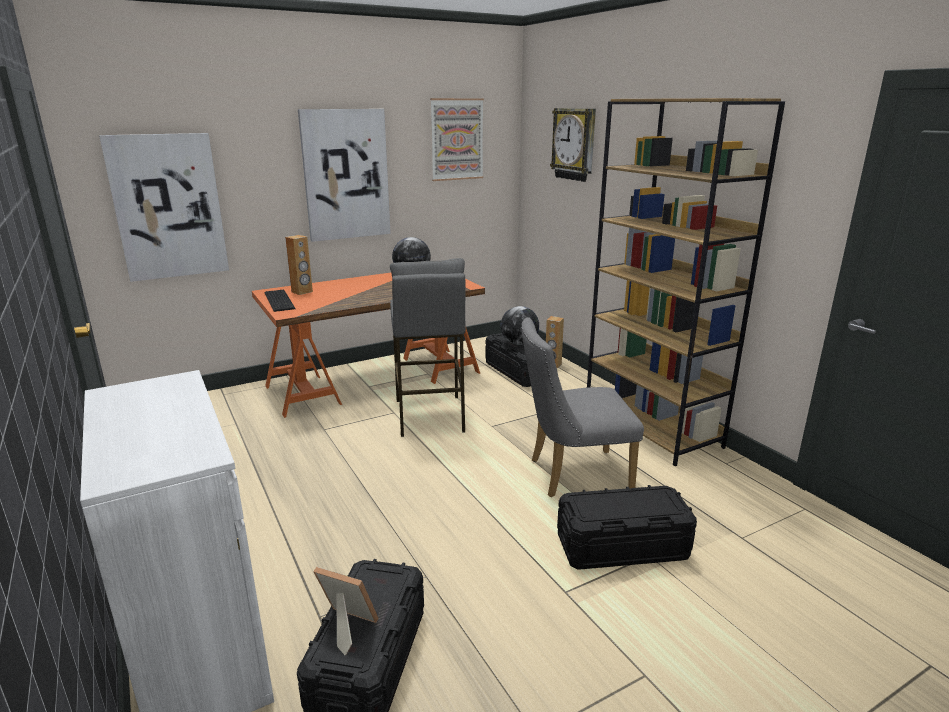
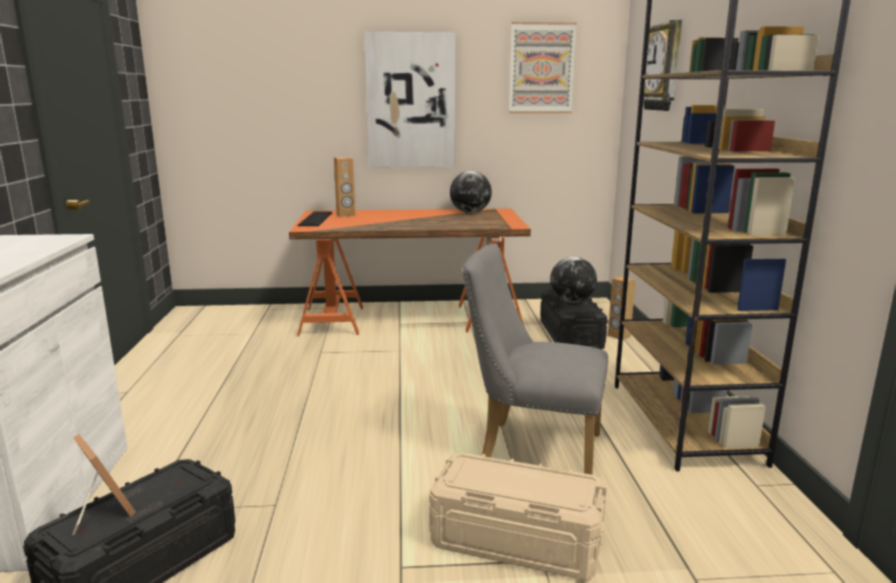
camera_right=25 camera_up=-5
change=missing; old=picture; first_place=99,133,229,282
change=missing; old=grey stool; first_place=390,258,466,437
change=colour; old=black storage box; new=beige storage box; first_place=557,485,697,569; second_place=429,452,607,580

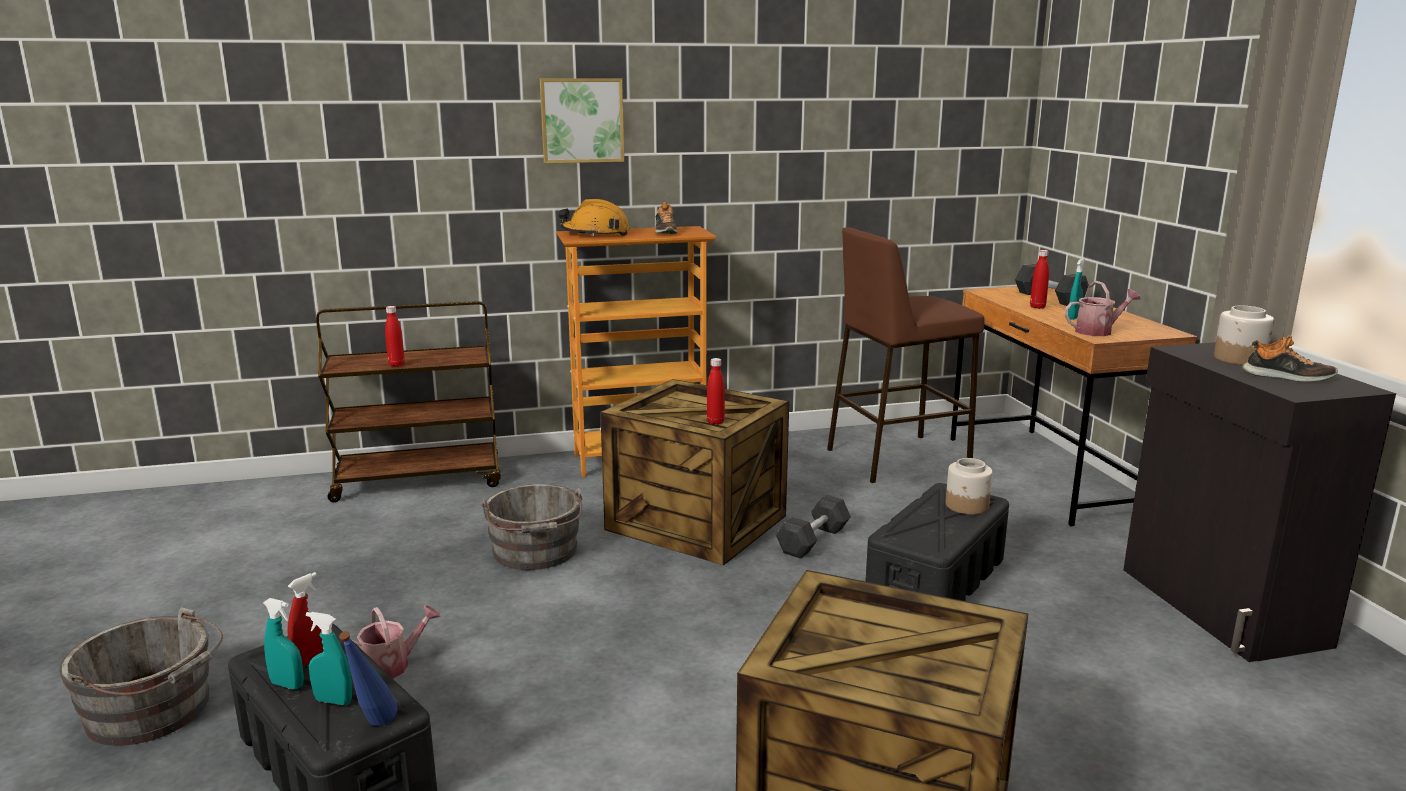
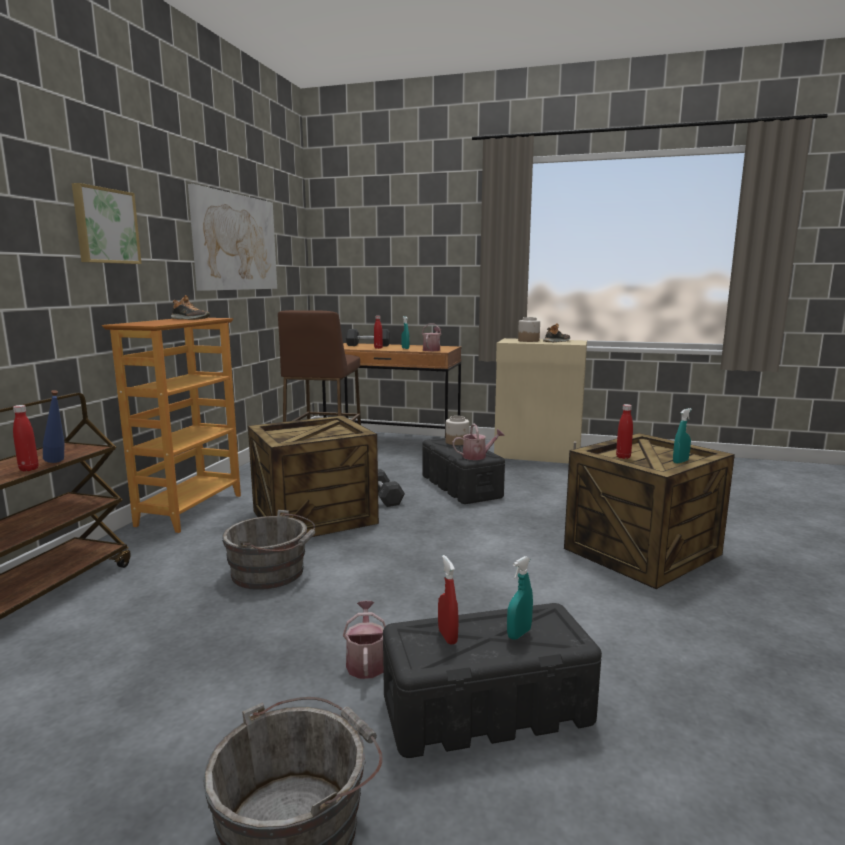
camera_right=-60 camera_up=-5
change=missing; old=orange hard hat; first_place=558,199,630,236
change=colour; old=black cabinet; new=beige cabinet; first_place=1123,342,1396,662; second_place=494,338,587,464
change=relocated; old=red bottle; first_place=707,358,725,425; second_place=616,404,633,459
change=relocated; old=turquoise spray bottle; first_place=263,598,304,689; second_place=673,408,692,464
change=relocated; old=blue bottle; first_place=339,631,398,726; second_place=43,390,65,463
change=appeared; new=picture; second_place=188,184,277,291
change=appeared; new=watering can; second_place=452,423,505,460

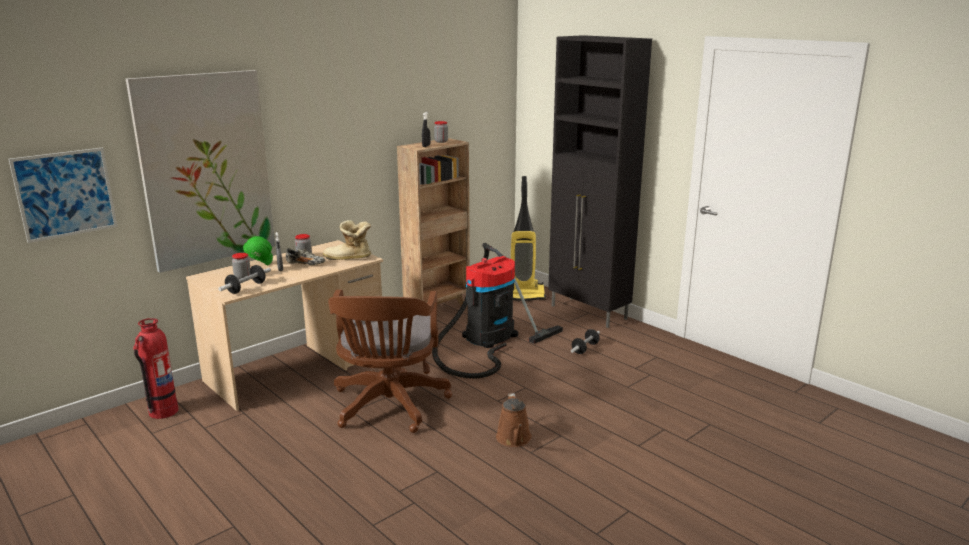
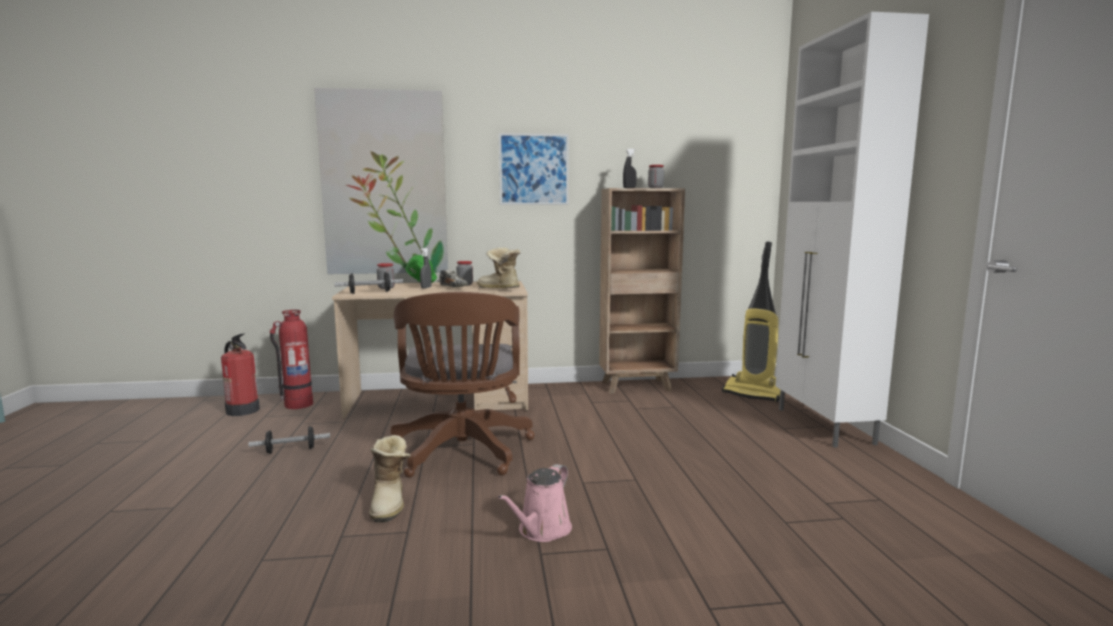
camera_right=35 camera_up=-10
change=colour; old=black cabinet; new=white cabinet; first_place=548,35,652,328; second_place=775,12,929,448
change=relocated; old=picture; first_place=9,147,117,243; second_place=499,133,569,205
change=missing; old=vacuum cleaner; first_place=432,243,563,379
change=spun; old=brown office chair; first_place=328,289,452,433; second_place=391,292,535,478; degrees=-45
change=relocated; old=dumbbell; first_place=571,329,600,354; second_place=249,426,330,454
change=colour; old=brown watering can; new=pink watering can; first_place=496,393,532,447; second_place=498,464,572,542
change=appeared; new=fire extinguisher; second_place=221,333,260,416
change=appeared; new=boot; second_place=369,435,411,523

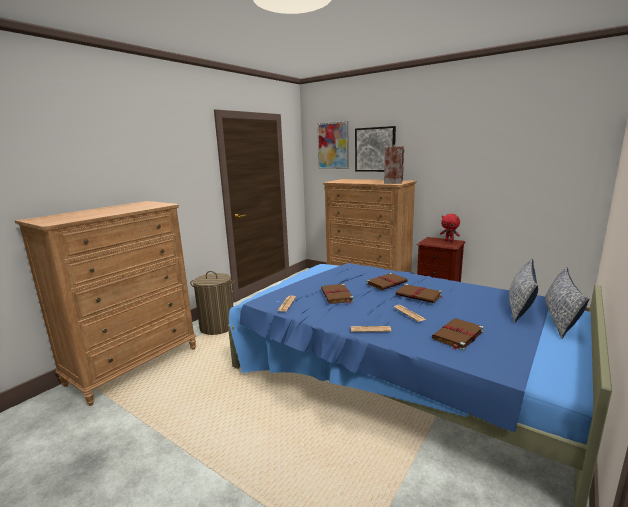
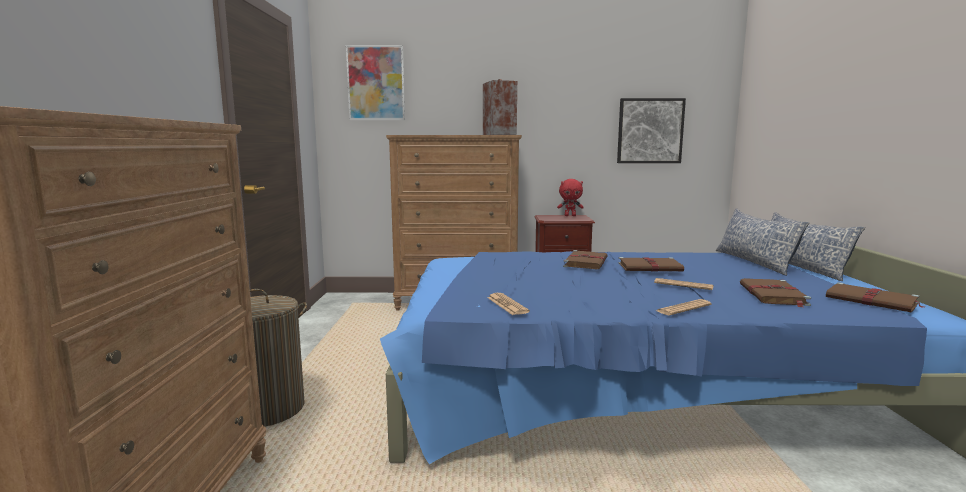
camera_right=-35 camera_up=-5
change=relocated; old=picture; first_place=355,126,396,172; second_place=617,98,686,163
change=relocated; old=brown book; first_place=321,284,354,304; second_place=826,282,924,312

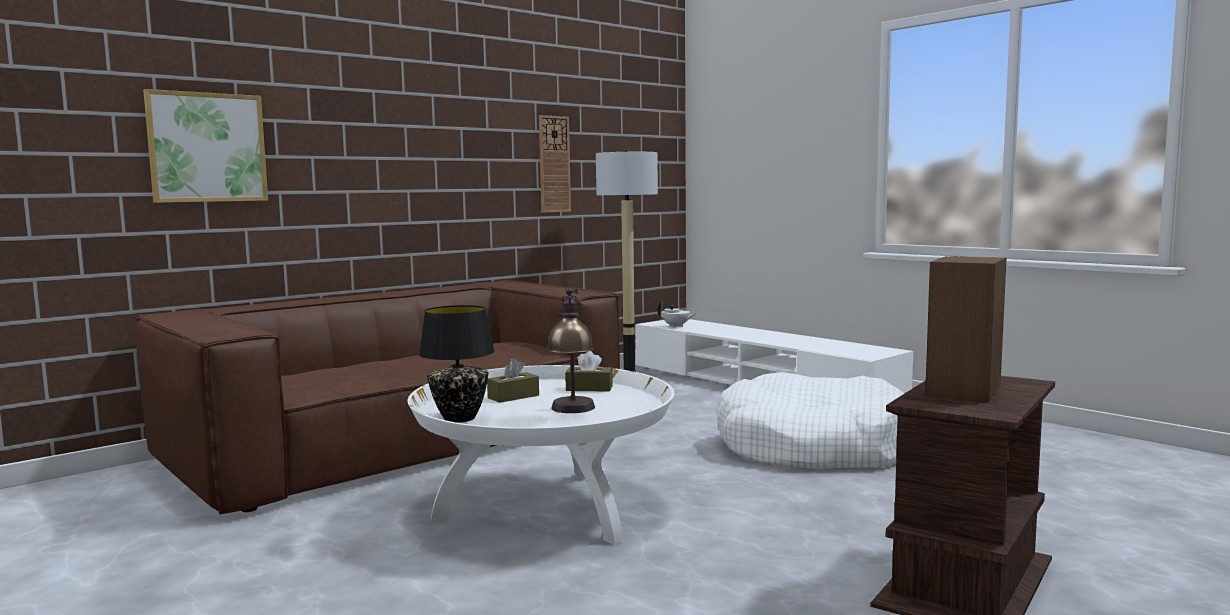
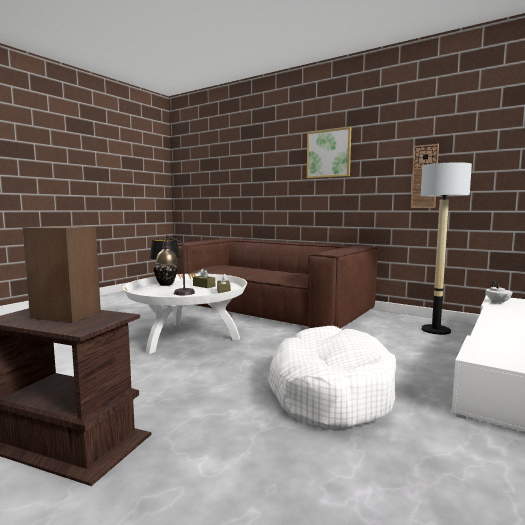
camera_right=75 camera_up=0
change=relocated; old=picture; first_place=143,89,268,203; second_place=307,127,351,178

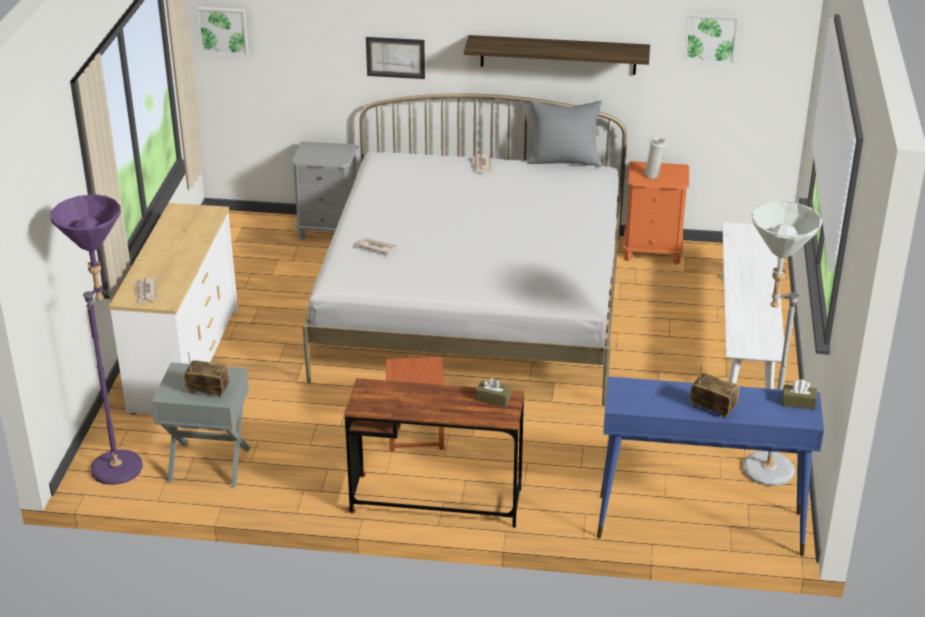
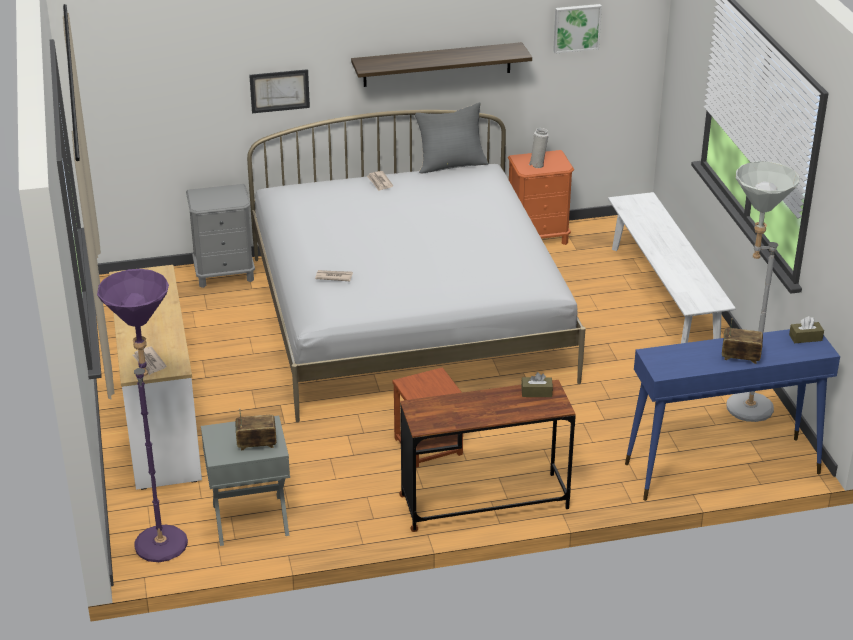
camera_right=-20 camera_up=0
change=missing; old=picture; first_place=197,7,248,55

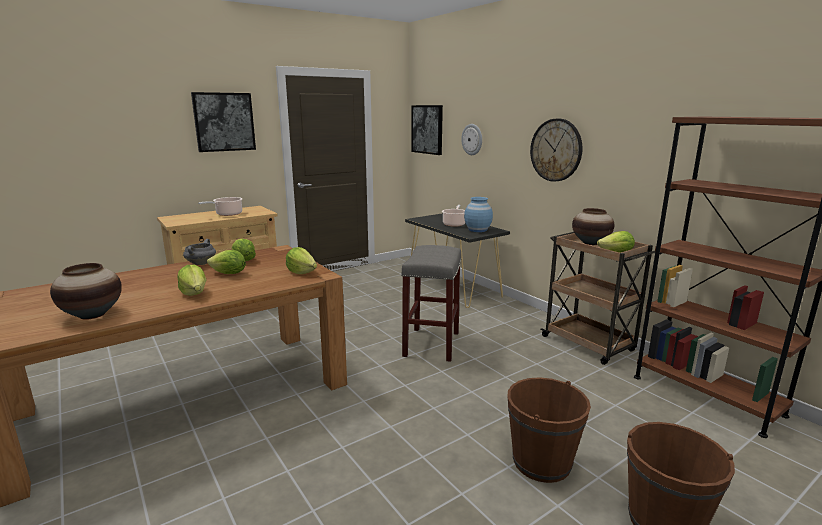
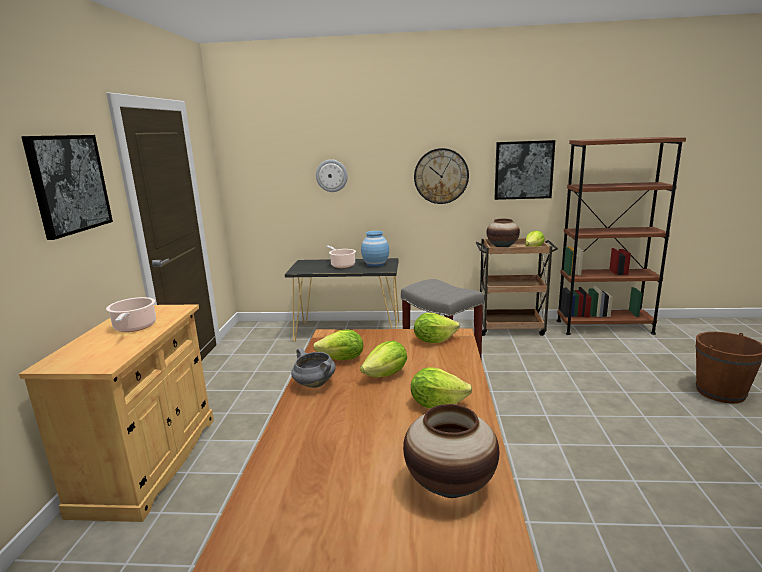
camera_right=-50 camera_up=0
change=relocated; old=picture; first_place=411,105,443,155; second_place=495,140,555,200
change=missing; old=brown bucket; first_place=508,377,591,483

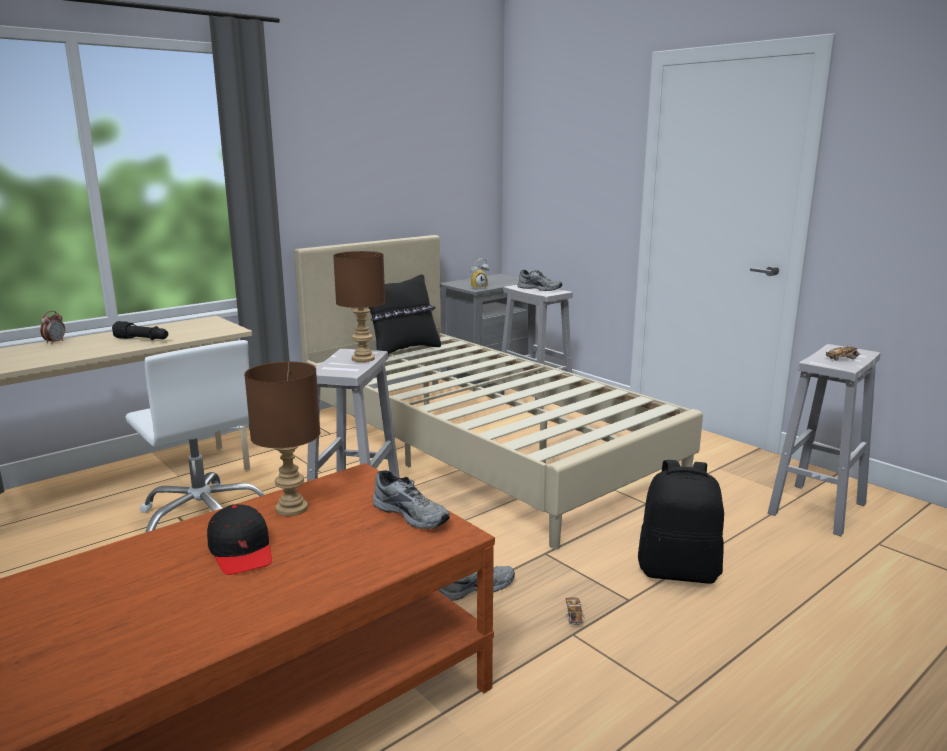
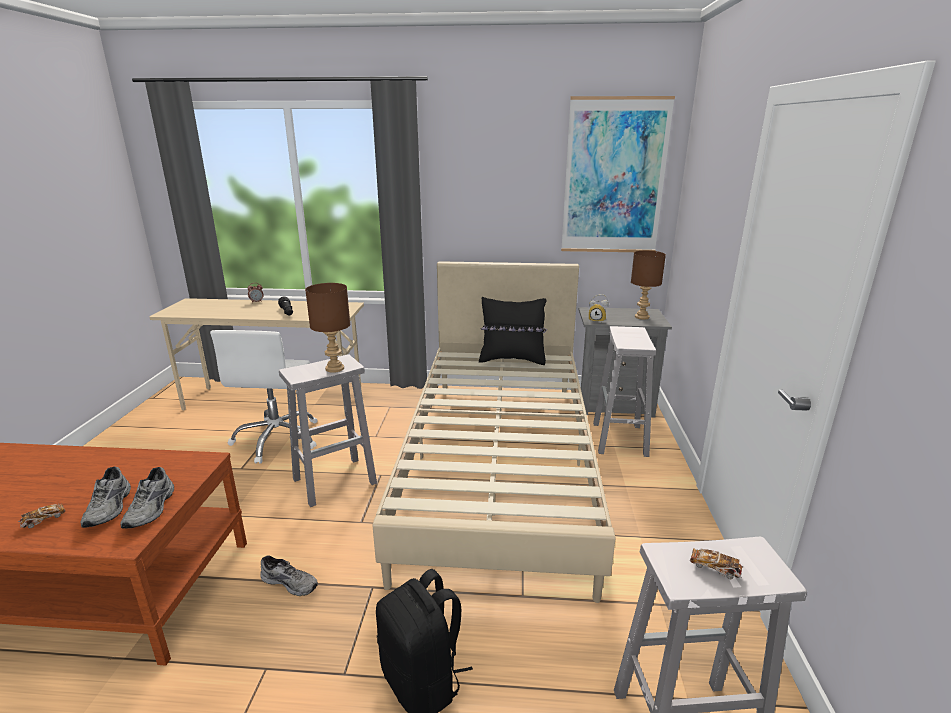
camera_right=45 camera_up=5
change=relocated; old=grey shoe; first_place=518,270,562,291; second_place=80,467,131,528
change=relocated; old=brown table lamp; first_place=244,361,320,516; second_place=631,251,666,319
change=missing; old=black cap; first_place=207,504,272,575
change=relocated; old=toy car; first_place=566,597,584,625; second_place=18,504,65,528
change=appeared; new=picture; second_place=561,96,675,252

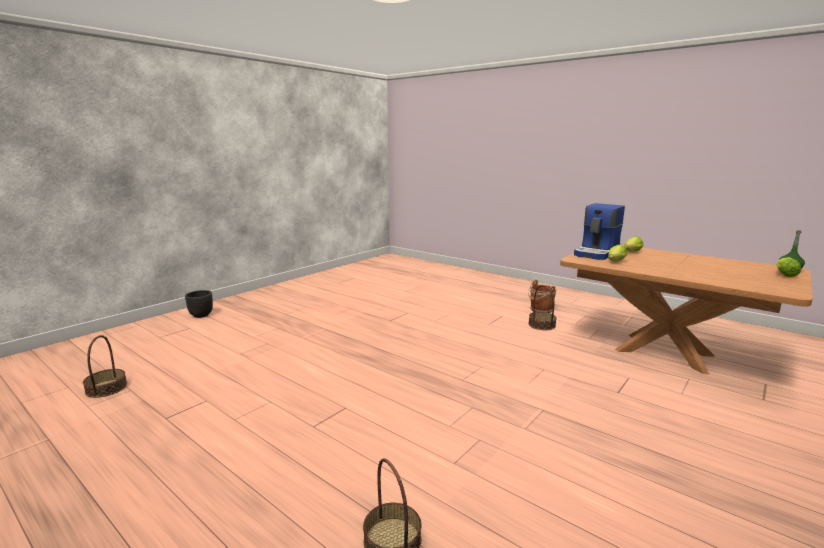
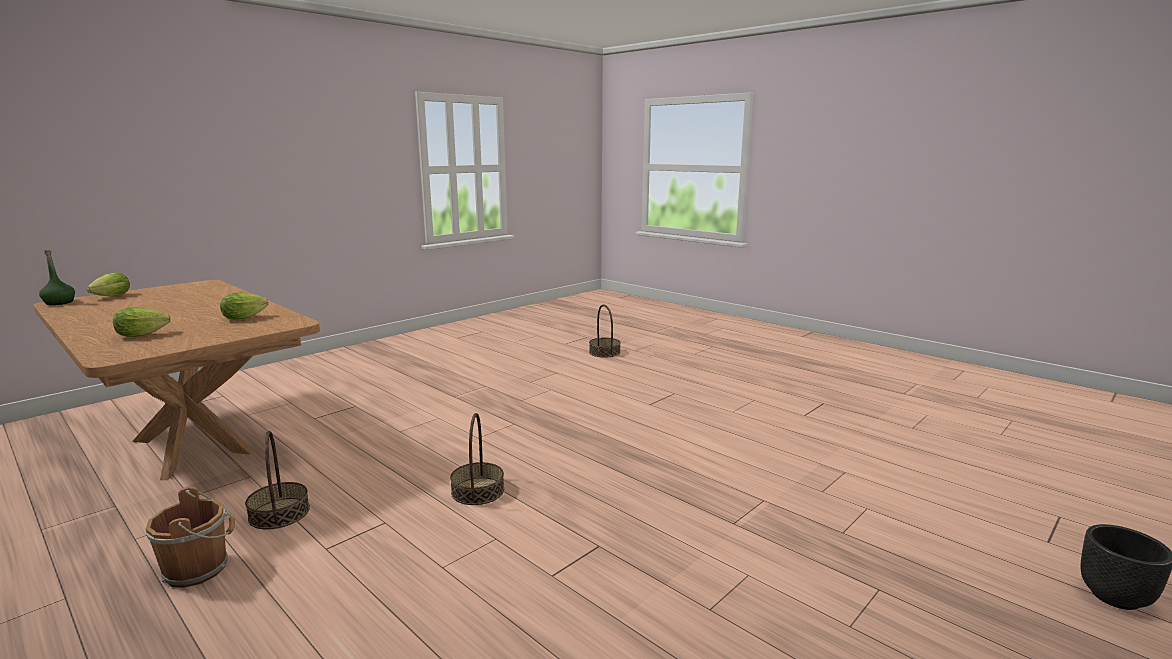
camera_right=-175 camera_up=0
change=missing; old=coffee machine; first_place=574,203,625,260
change=relocated; old=basket; first_place=83,335,127,398; second_place=450,413,504,505

